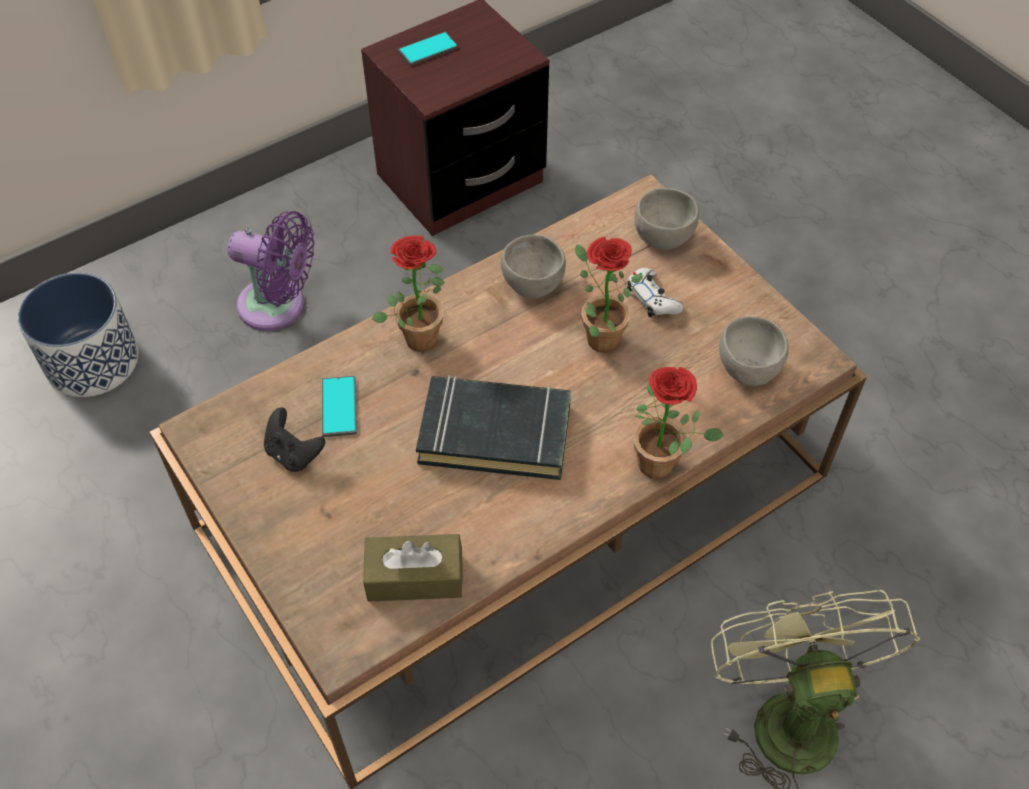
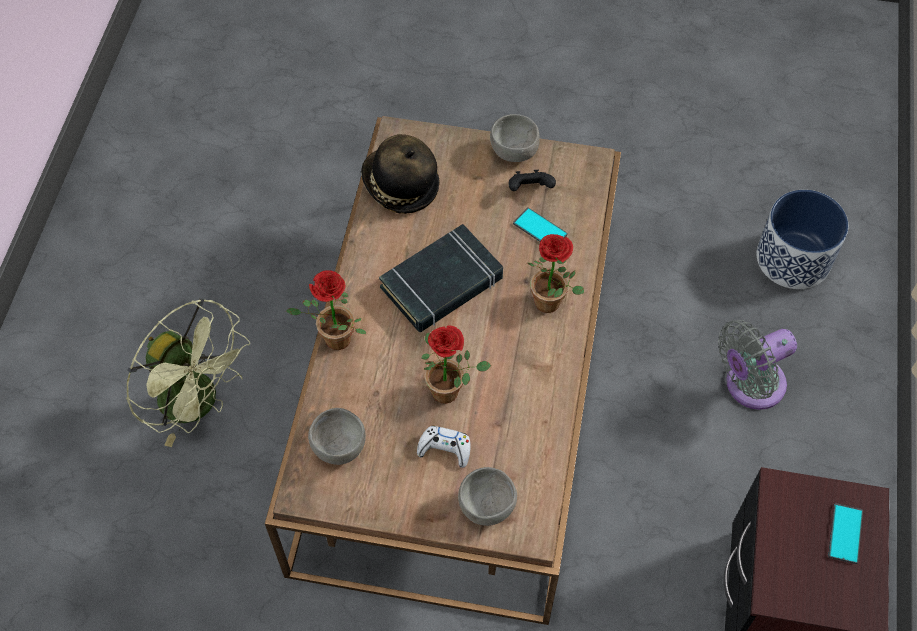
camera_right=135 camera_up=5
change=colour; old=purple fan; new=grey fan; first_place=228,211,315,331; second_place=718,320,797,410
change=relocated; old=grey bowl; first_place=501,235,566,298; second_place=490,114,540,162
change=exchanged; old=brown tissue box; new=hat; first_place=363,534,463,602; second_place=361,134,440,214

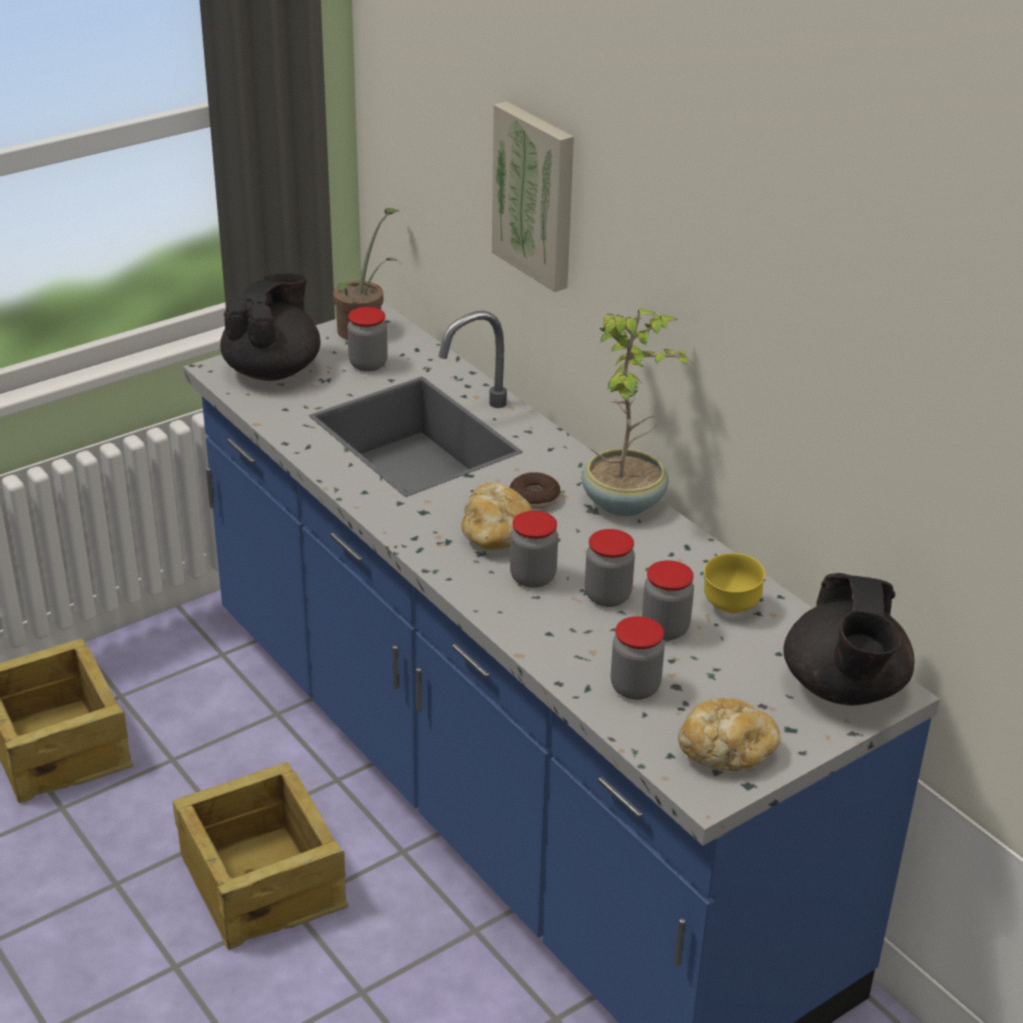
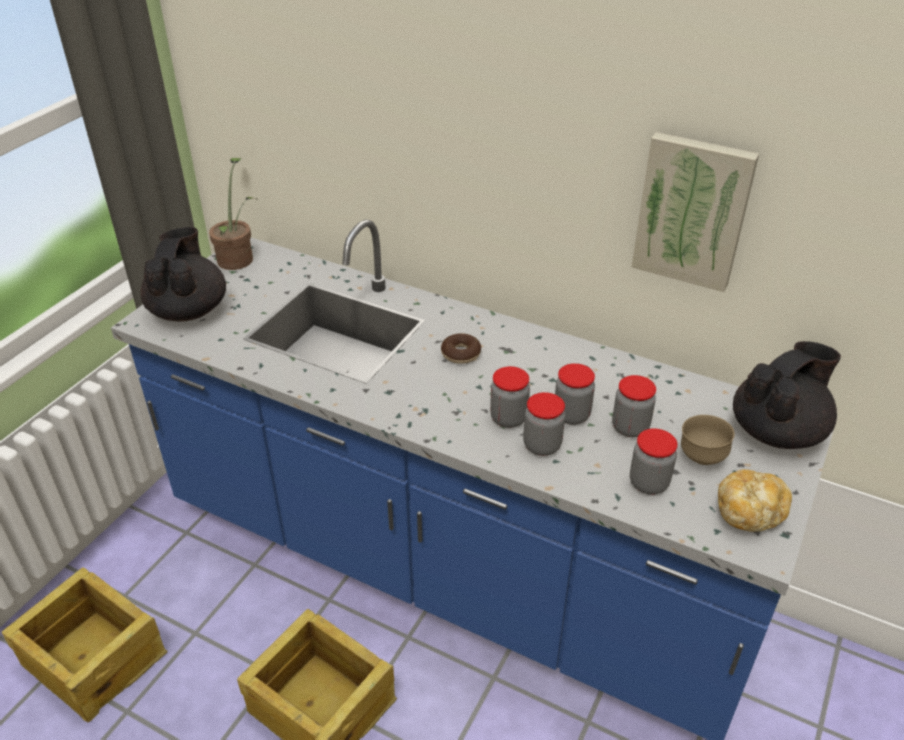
camera_right=-25 camera_up=5
change=relocated; old=picture; first_place=492,101,574,292; second_place=632,132,759,292
change=relocated; old=jar; first_place=347,307,388,371; second_place=523,392,565,456
change=missing; old=potted plant; first_place=582,308,694,516
change=missing; old=bread; first_place=461,482,532,550
change=missing; old=yellow bowl; first_place=704,553,765,613
change=spun; old=black teapot; first_place=784,573,915,706; second_place=733,341,841,449; degrees=-105
change=appeared; new=brown bowl; second_place=681,415,735,465

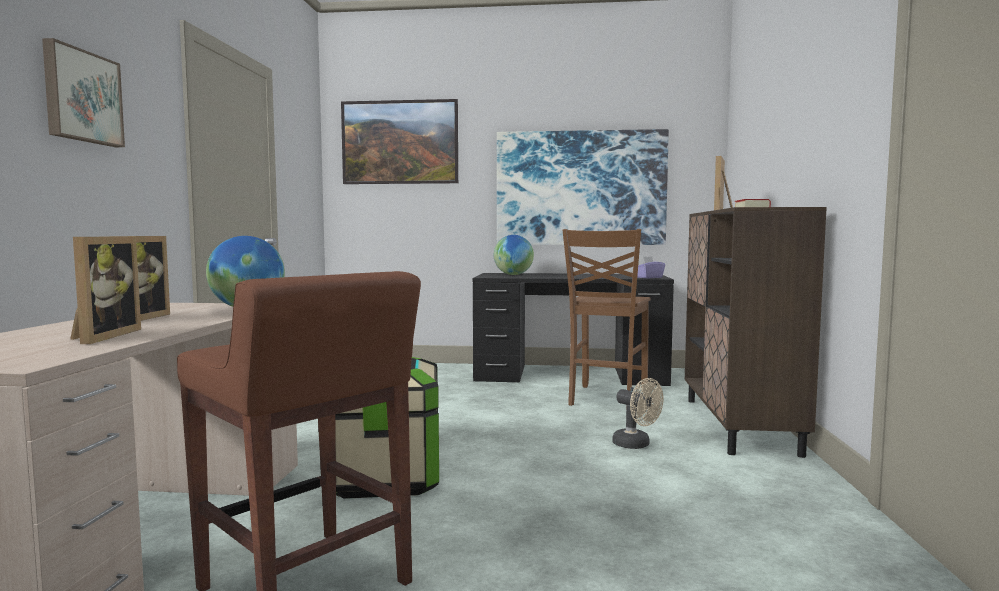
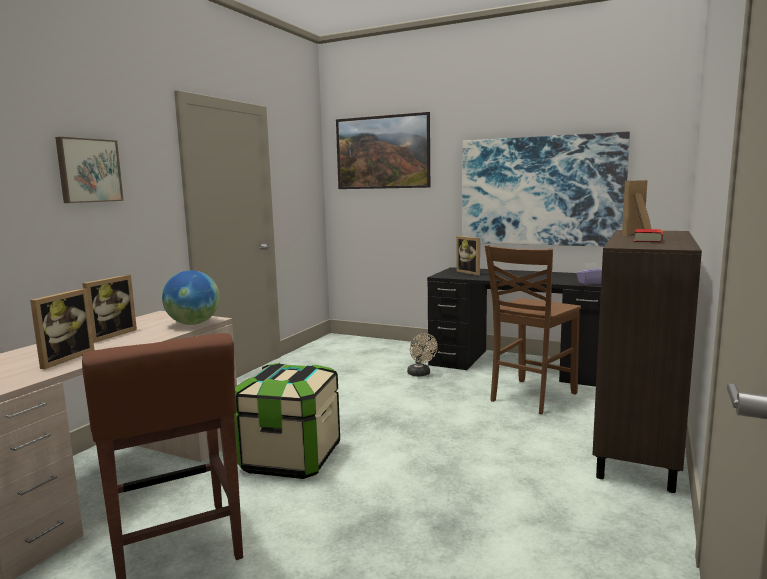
camera_right=20 camera_up=5
change=exchanged; old=globe; new=picture frame; first_place=494,235,534,275; second_place=456,236,480,275
change=relocated; old=beige fan; first_place=612,378,664,449; second_place=407,333,438,377

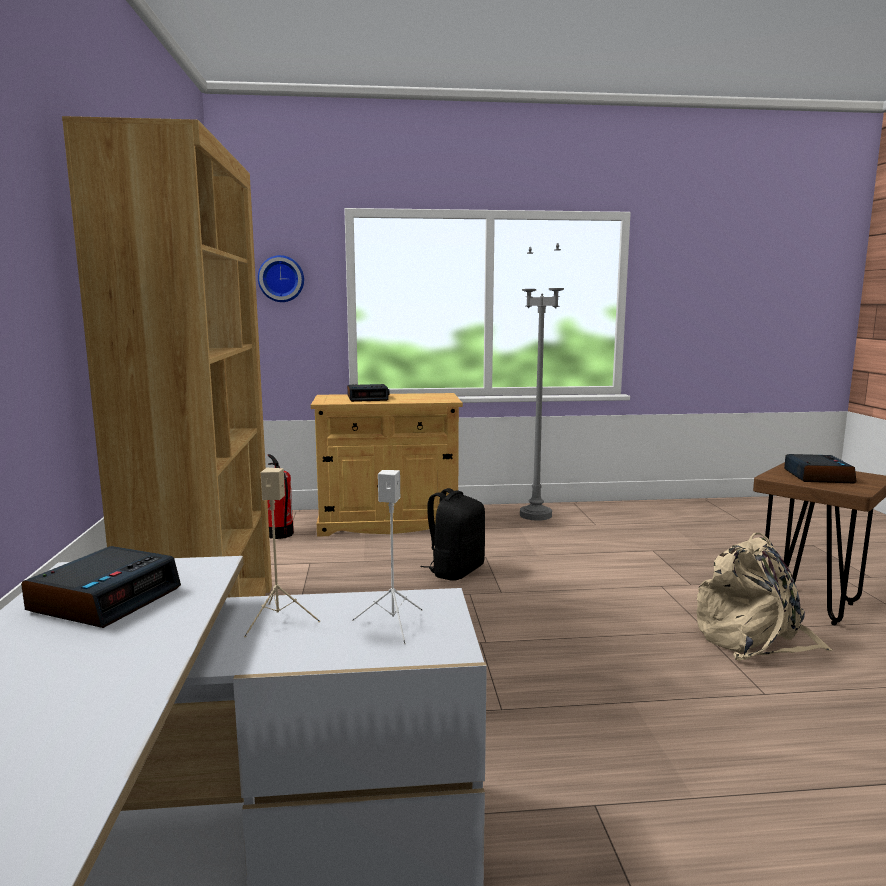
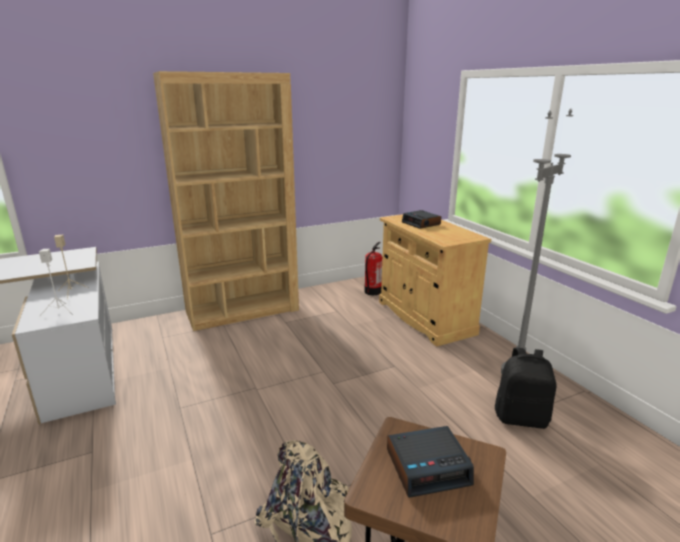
camera_right=70 camera_up=10
change=missing; old=wall clock; first_place=258,255,304,302
change=relocated; old=black backpack; first_place=420,488,485,581; second_place=495,348,556,429
change=missing; old=alarm clock; first_place=21,546,181,628

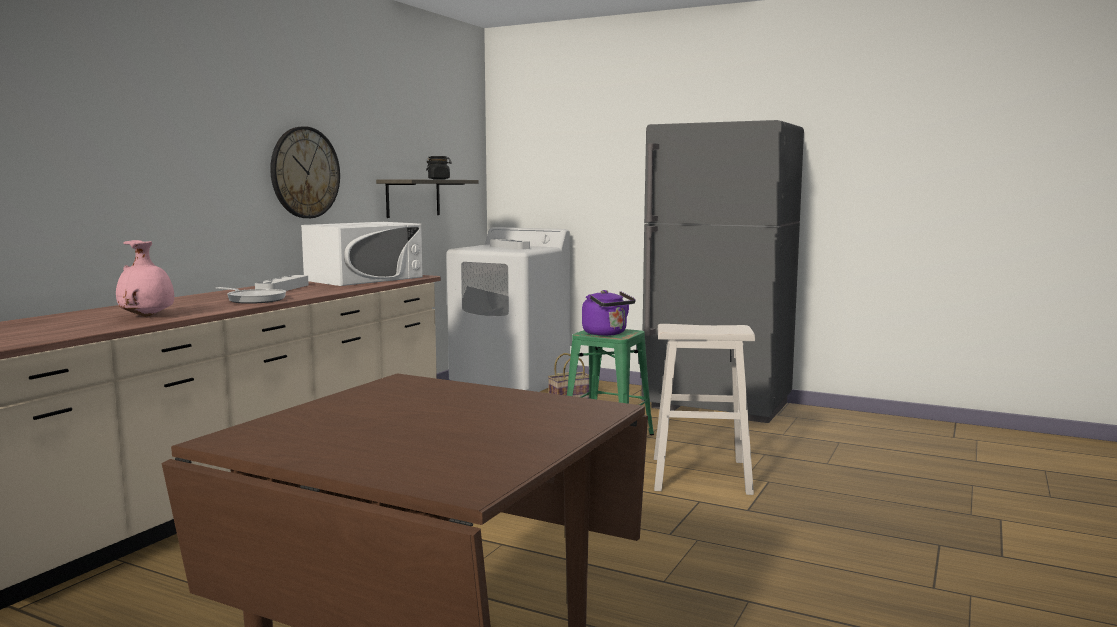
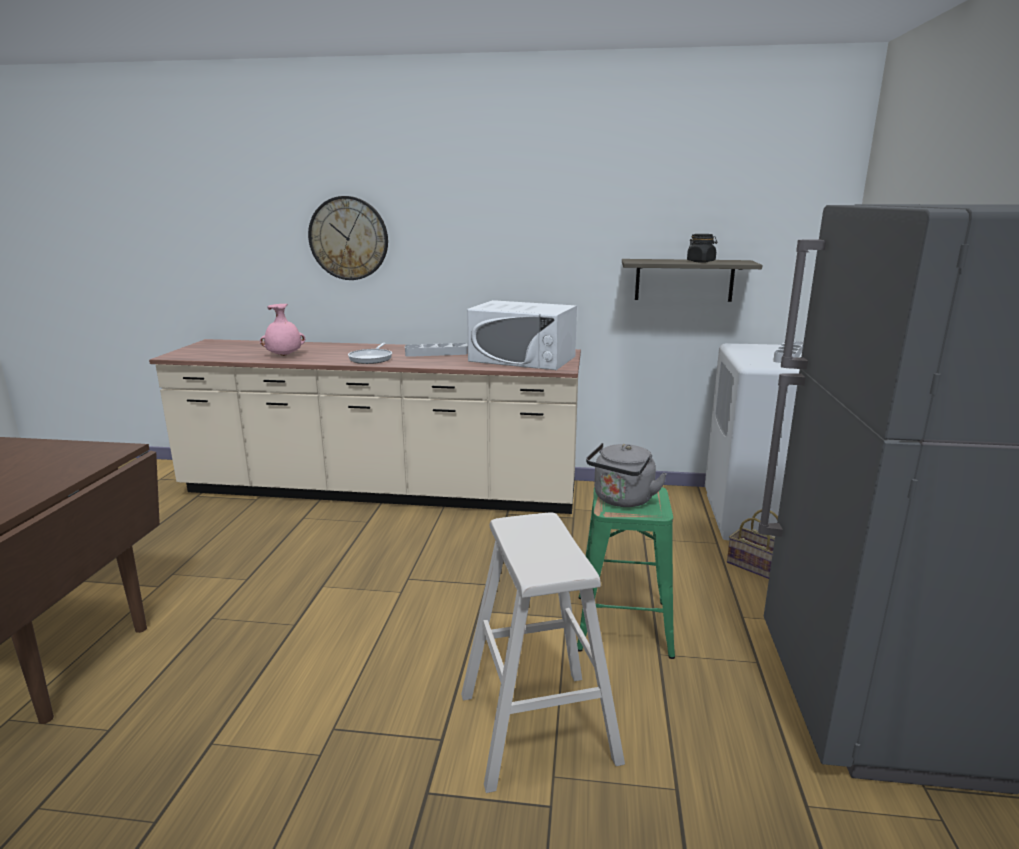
camera_right=70 camera_up=10
change=relocated; old=wall clock; first_place=270,127,340,218; second_place=308,196,388,280
change=colour; old=purple kettle; new=grey kettle; first_place=582,290,636,336; second_place=586,443,667,507

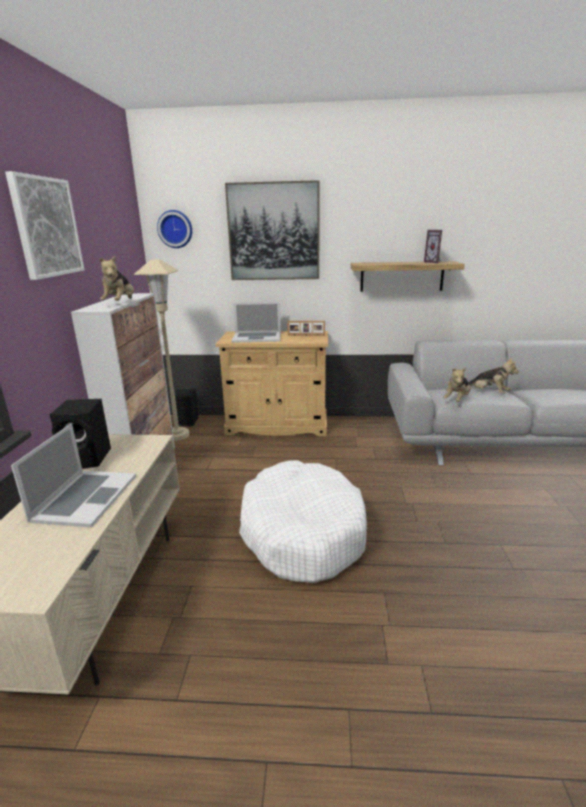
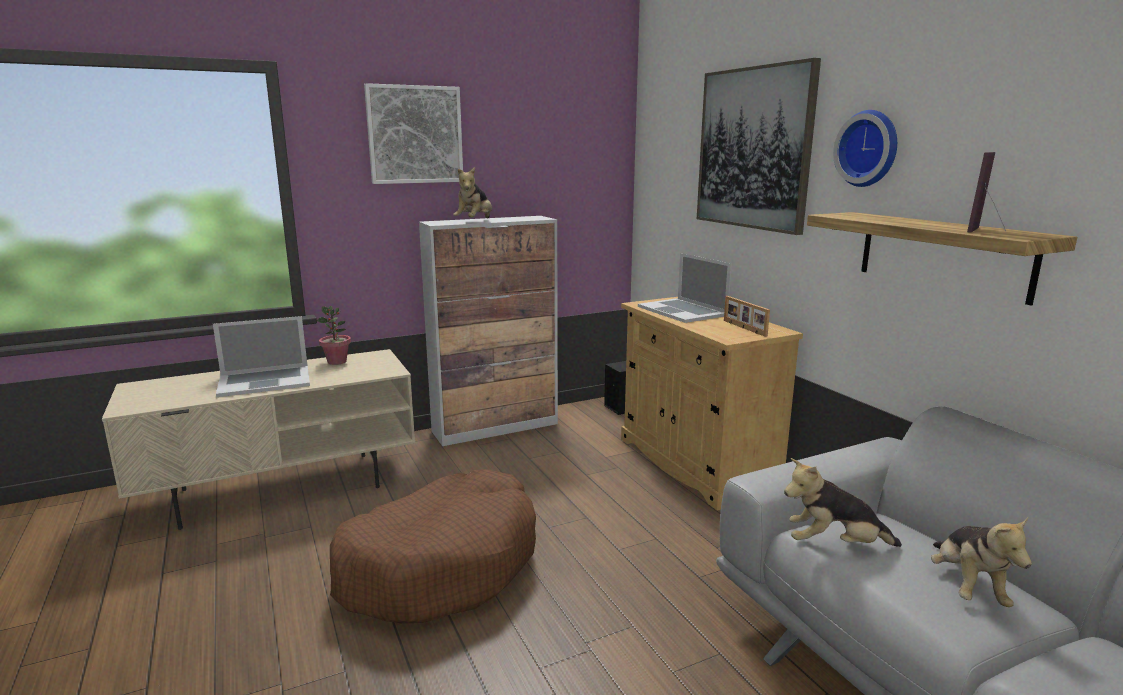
camera_right=60 camera_up=-5
change=relocated; old=wall clock; first_place=157,210,192,248; second_place=833,110,897,187
change=spun; old=plush toy; first_place=99,256,134,301; second_place=453,167,492,218; degrees=-45
change=missing; old=beige floor lamp; first_place=134,260,189,441
change=exchanged; old=black speaker; new=potted plant; first_place=50,399,111,468; second_place=317,306,351,365
change=colour; old=white dog bed; new=brown dog bed; first_place=239,460,367,583; second_place=330,469,536,623

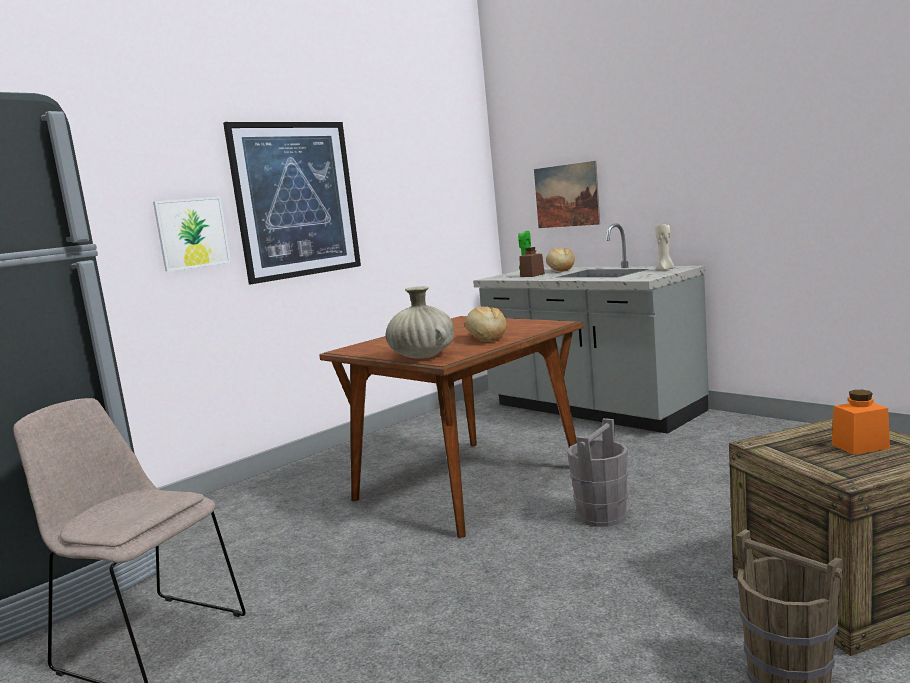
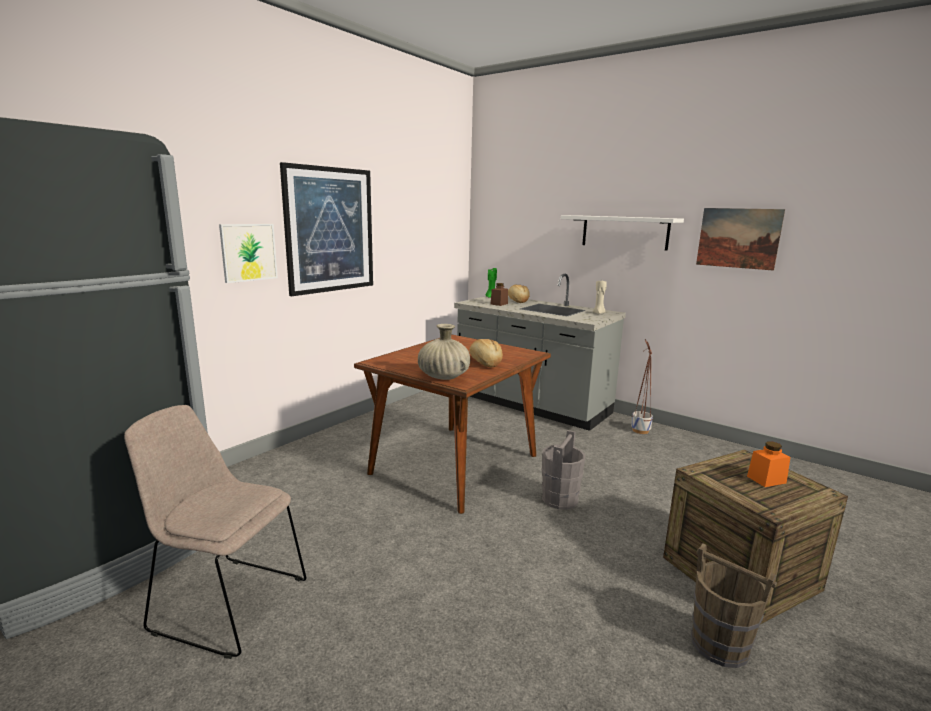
camera_right=-10 camera_up=5
change=relocated; old=picture; first_place=534,161,600,228; second_place=696,208,785,271
change=appeared; new=white shelf; second_place=561,215,684,251
change=appeared; new=planter; second_place=631,339,653,434

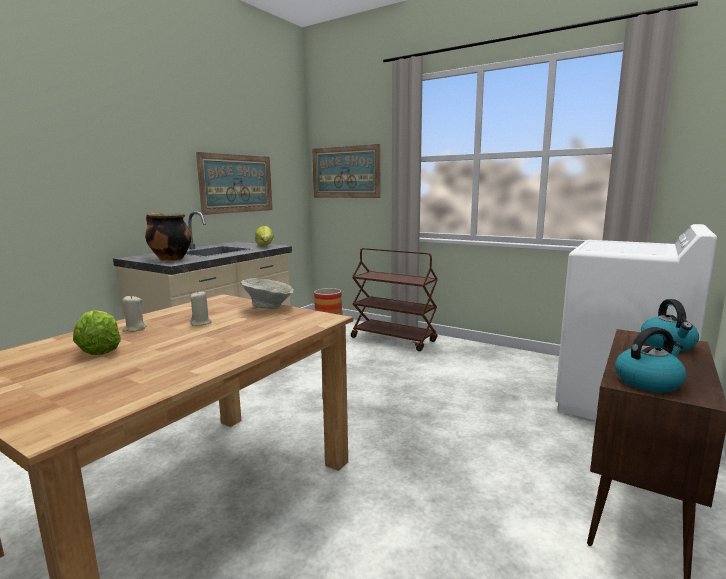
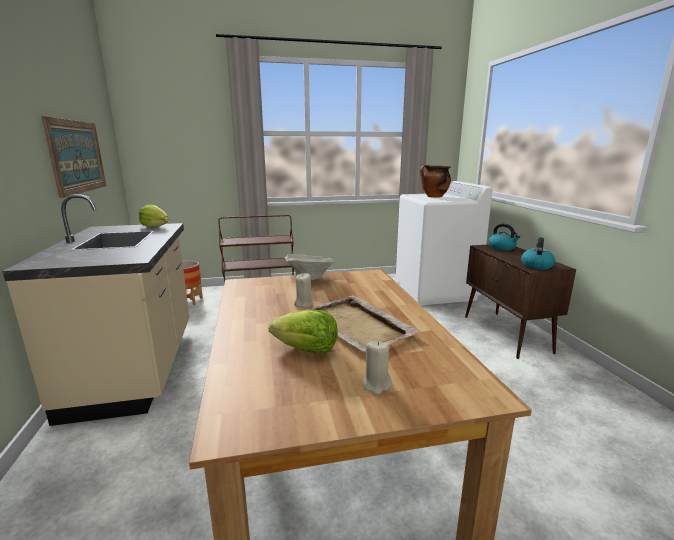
camera_right=-45 camera_up=5
change=missing; old=picture; first_place=312,144,380,198
change=relocated; old=cooking pot; first_place=145,212,192,261; second_place=420,165,451,198
change=relocated; old=beige candle; first_place=122,296,147,332; second_place=363,341,392,395
change=appeared; new=beige tray; second_place=301,295,421,352

